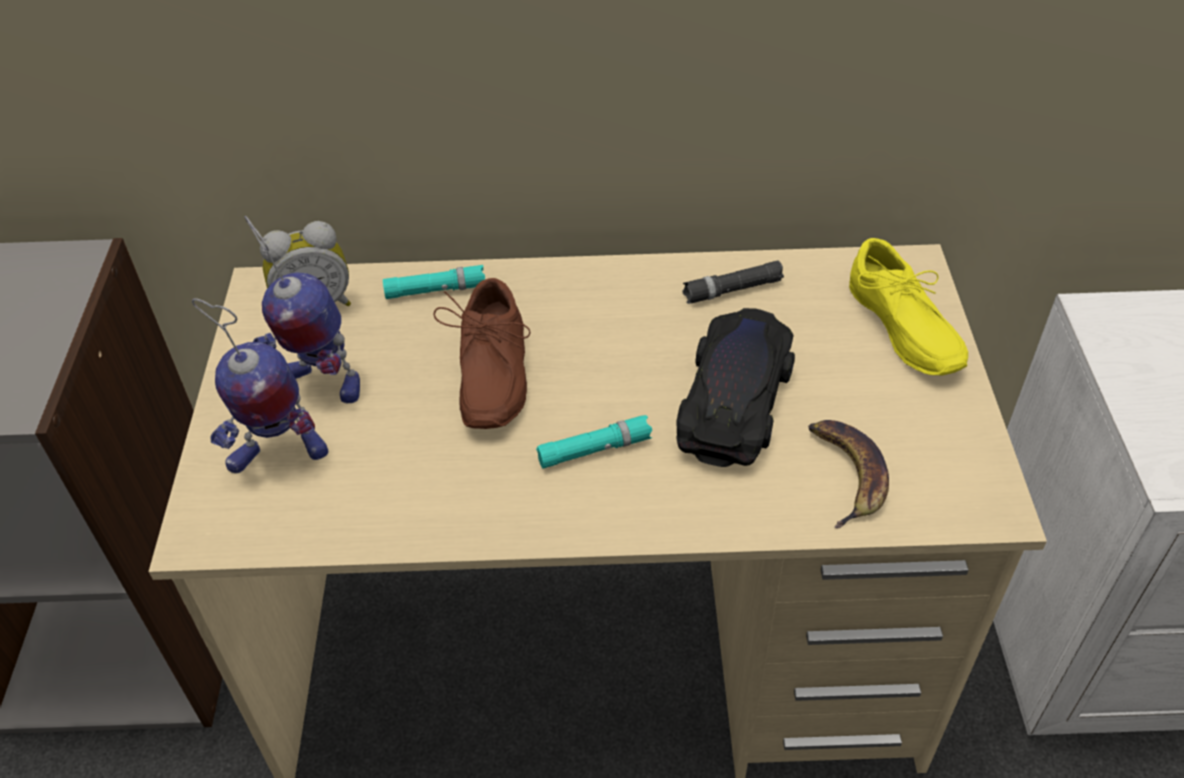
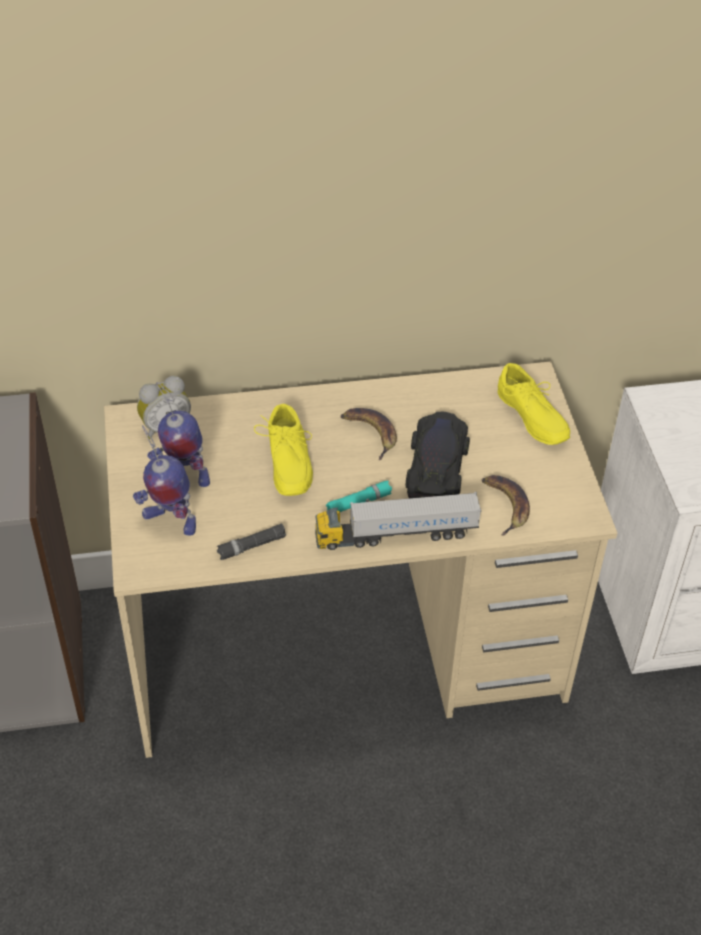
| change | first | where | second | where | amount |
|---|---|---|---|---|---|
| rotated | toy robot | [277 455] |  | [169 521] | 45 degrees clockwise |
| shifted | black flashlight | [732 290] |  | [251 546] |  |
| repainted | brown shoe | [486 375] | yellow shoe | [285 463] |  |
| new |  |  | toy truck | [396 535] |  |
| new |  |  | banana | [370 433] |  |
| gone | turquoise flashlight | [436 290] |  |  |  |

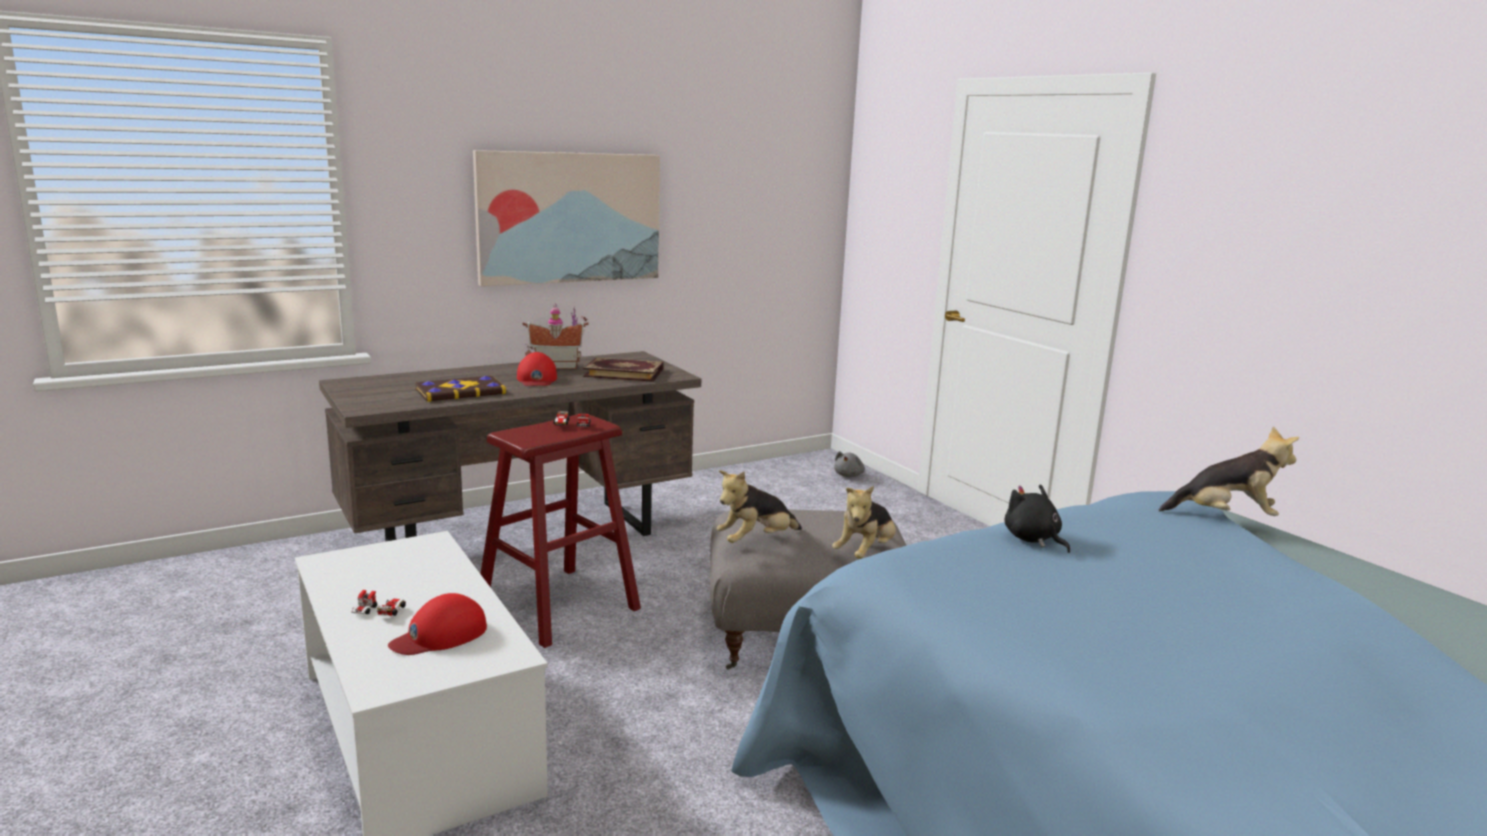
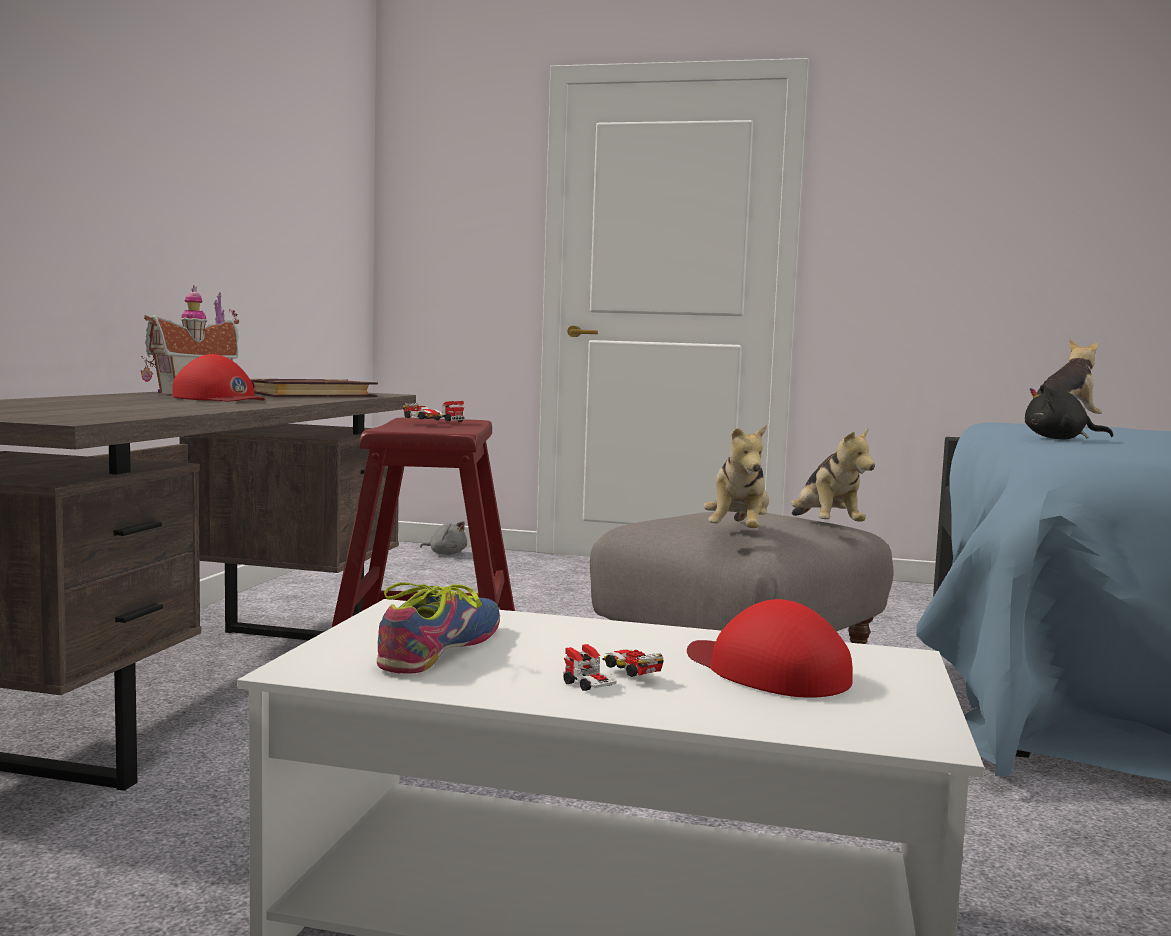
| change | first | where | second | where | amount |
|---|---|---|---|---|---|
| new |  |  | shoe | [440 648] |  |
| rotated | grey plush toy | [849 475] |  | [446 554] | 45 degrees counterclockwise |
| rotated | red cap | [440 635] |  | [767 671] | 135 degrees clockwise |
| gone | book | [460 391] |  |  |  |
| gone | picture | [569 217] |  |  |  |

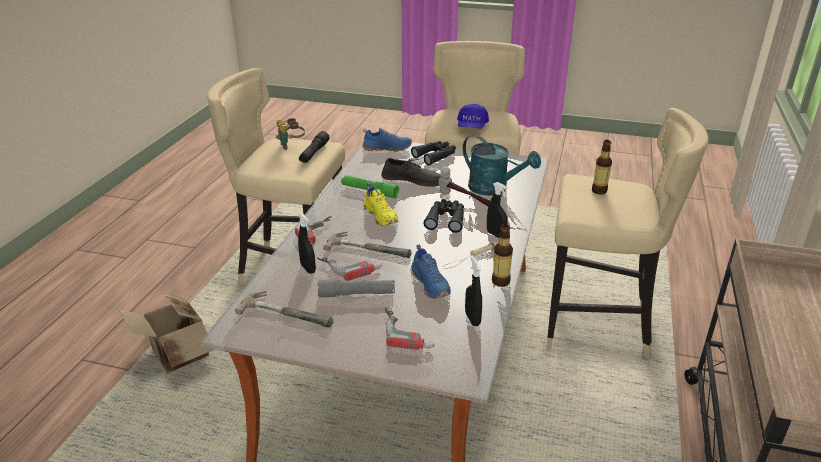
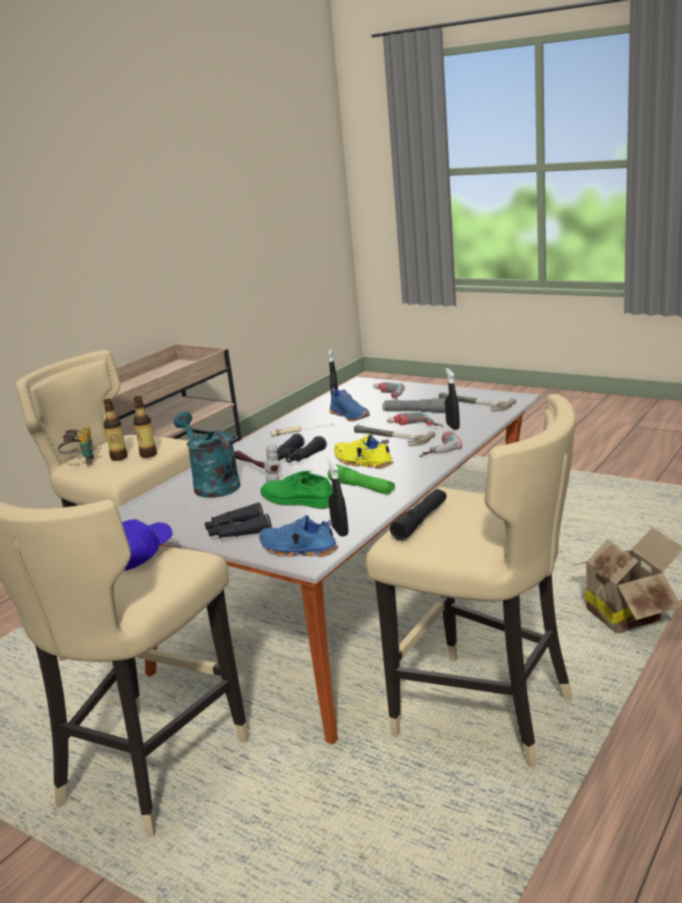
| change | first | where | second | where | amount |
|---|---|---|---|---|---|
| shifted | binoculars | [291 146] |  | [81 463] |  |
| shifted | bottle | [500 282] |  | [148 454] |  |
| repainted | grey shoe | [413 179] | green shoe | [297 500] |  |
| shifted | black spray bottle | [496 234] |  | [340 531] |  |
| rotated | blue shoe | [431 284] |  | [350 416] | 150 degrees clockwise |
| rotated | yellow shoe | [381 216] |  | [362 462] | 45 degrees counterclockwise |

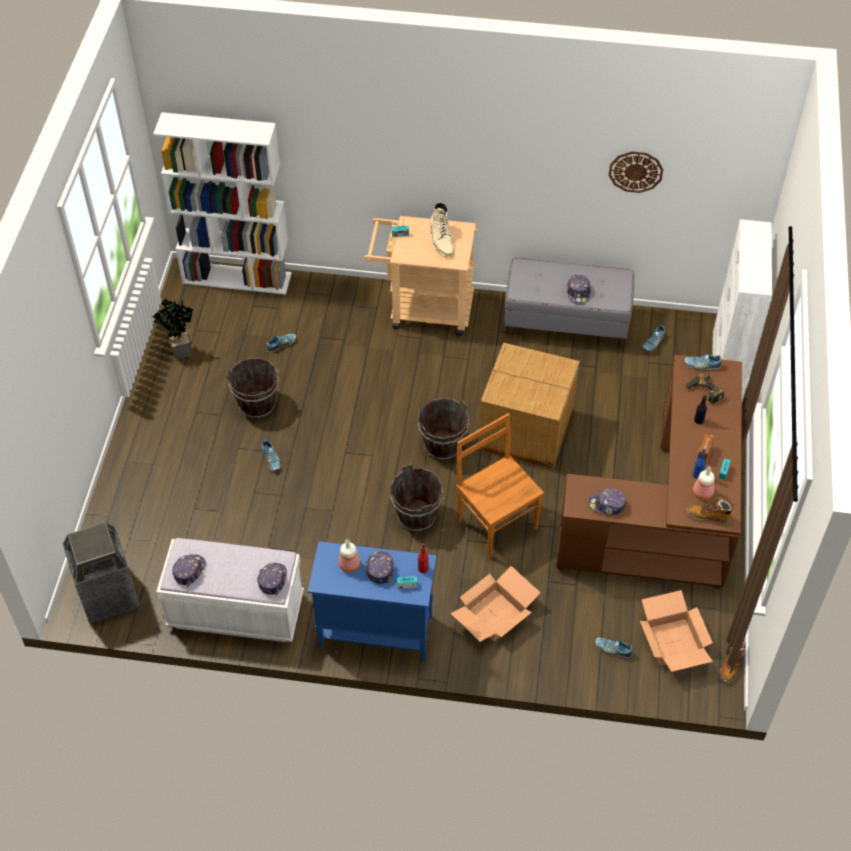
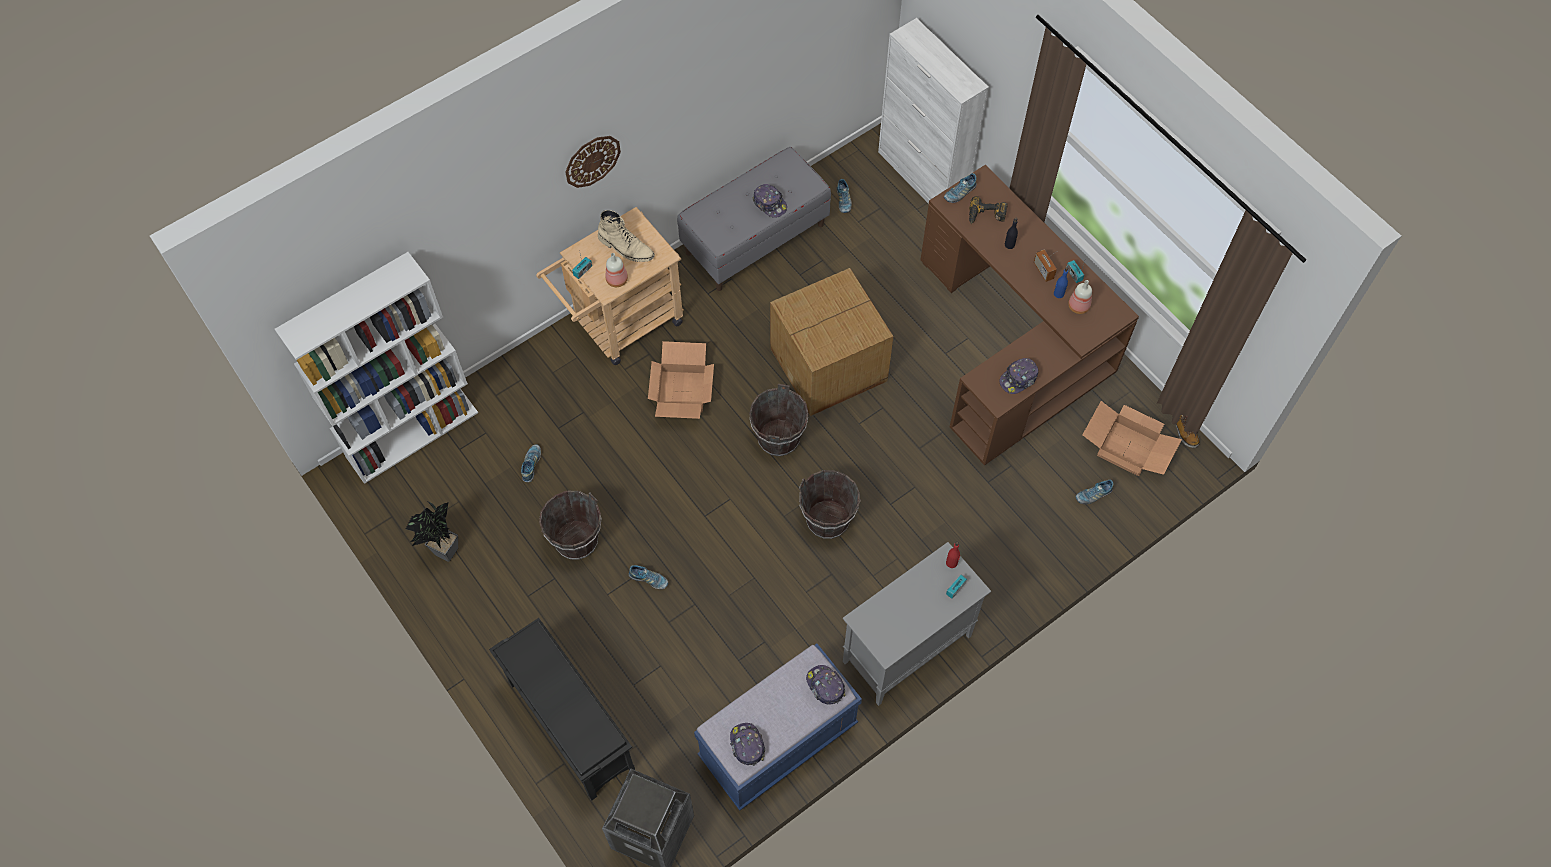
| change | first | where | second | where | amount |
|---|---|---|---|---|---|
| new |  |  | black shoe rack | [569 724] |  |
| shifted | wall clock | [635 171] |  | [592 161] |  |
| shifted | bottle | [349 564] |  | [616 279] |  |
| shifted | cardboard box | [494 616] |  | [683 392] |  |
| repainted | white bench | [236 612] | blue bench | [778 741] |  |
| repainted | blue cabinet | [374 631] | grey cabinet | [906 650] |  |
| gone | cap | [380 569] |  |  |  |
| gone | brown chair | [496 523] |  |  |  |
| gone | boot | [708 516] |  |  |  |

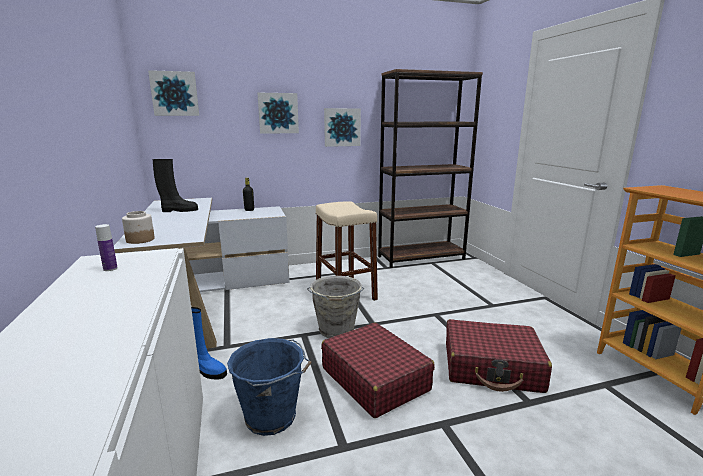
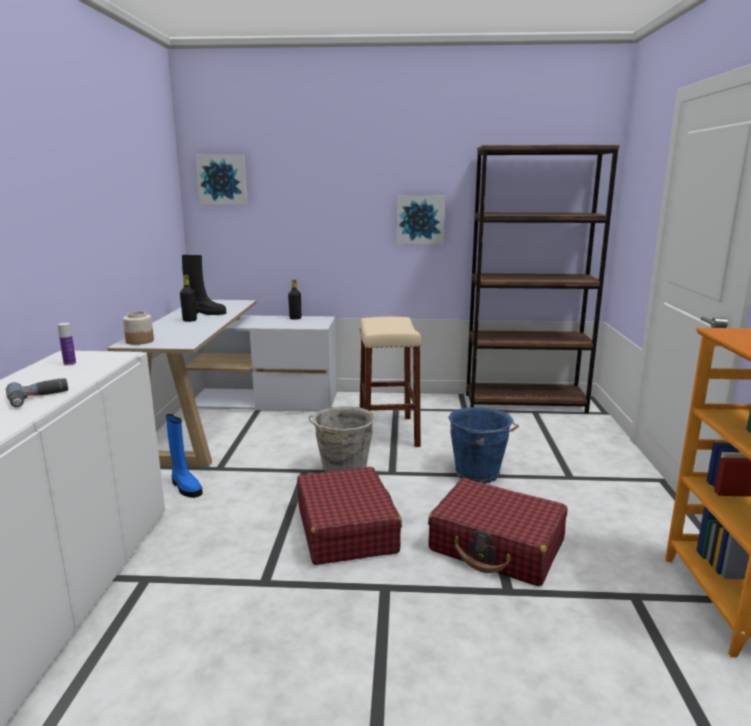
| change | first | where | second | where | amount |
|---|---|---|---|---|---|
| new |  |  | power drill | [39 398] |  |
| new |  |  | black bottle | [190 320] |  |
| shifted | blue bucket | [272 417] |  | [479 474] |  |
| gone | picture | [278 113] |  |  |  |

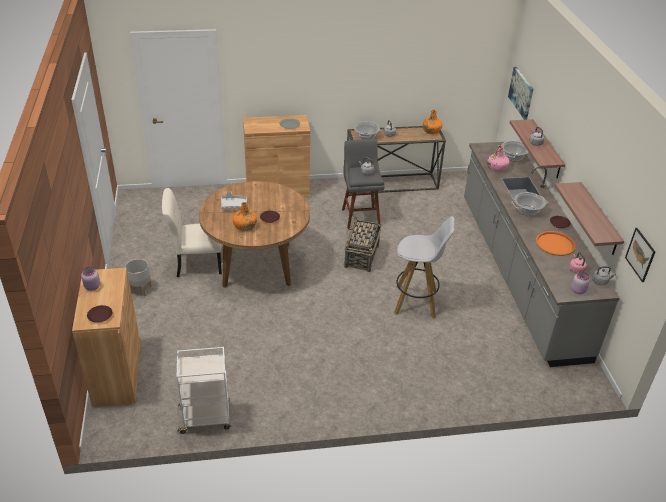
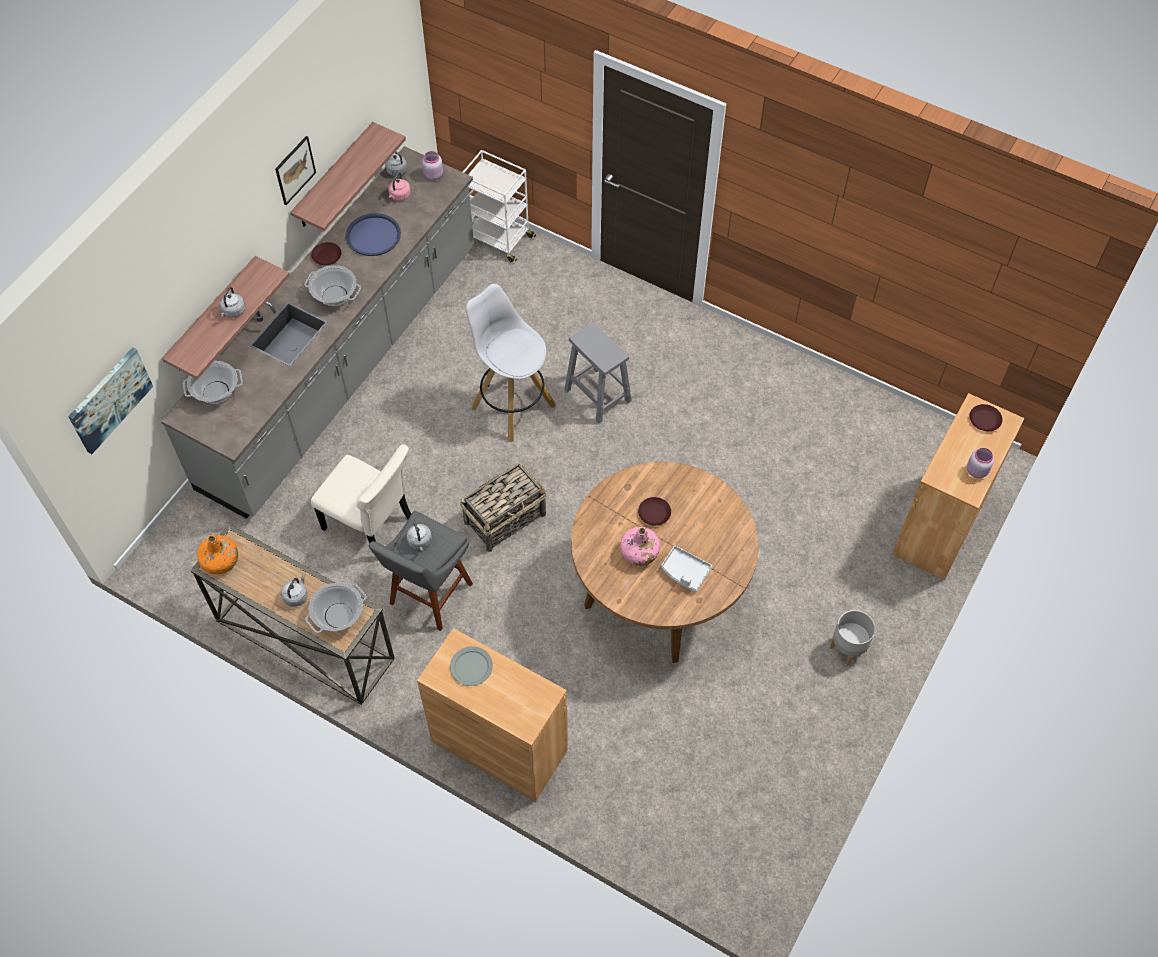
| change | first | where | second | where | amount |
|---|---|---|---|---|---|
| shifted | picture | [640 254] |  | [295 170] |  |
| shifted | beige chair | [196 264] |  | [370 525] |  |
| repainted | orange tray | [555 244] | blue tray | [373 235] |  |
| shifted | white cart | [206 417] |  | [498 238] |  |
| new |  |  | grey stool | [598 396] |  |
| shifted | pink bottle | [496 168] |  | [639 553] |  |
| gone | orange bottle | [244 226] |  |  |  |

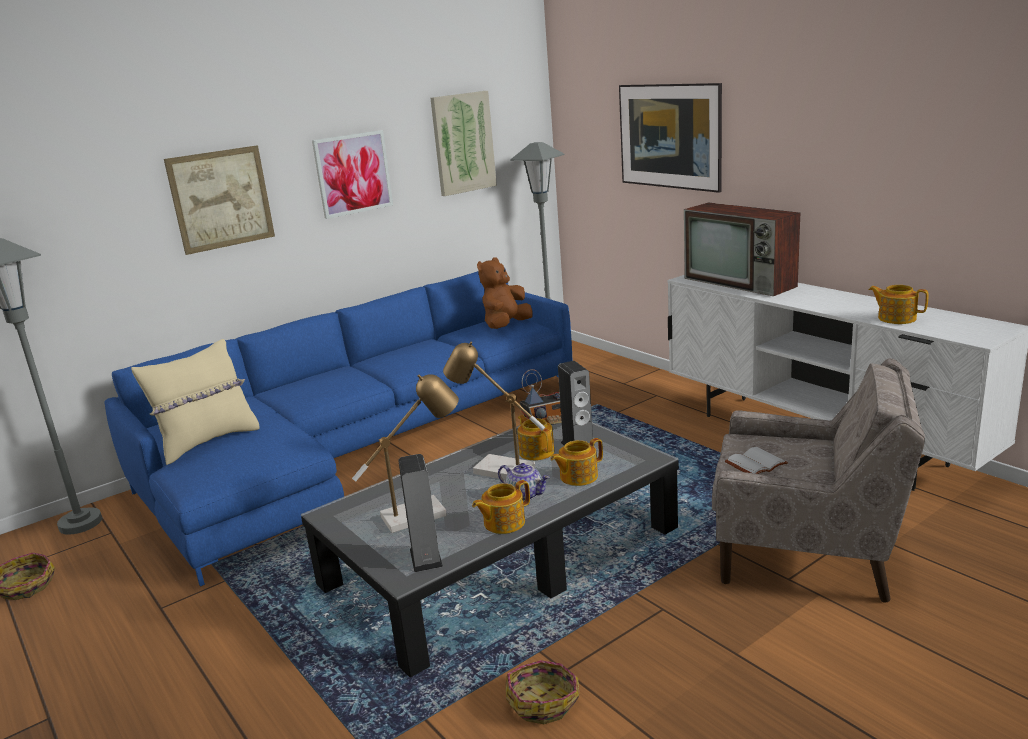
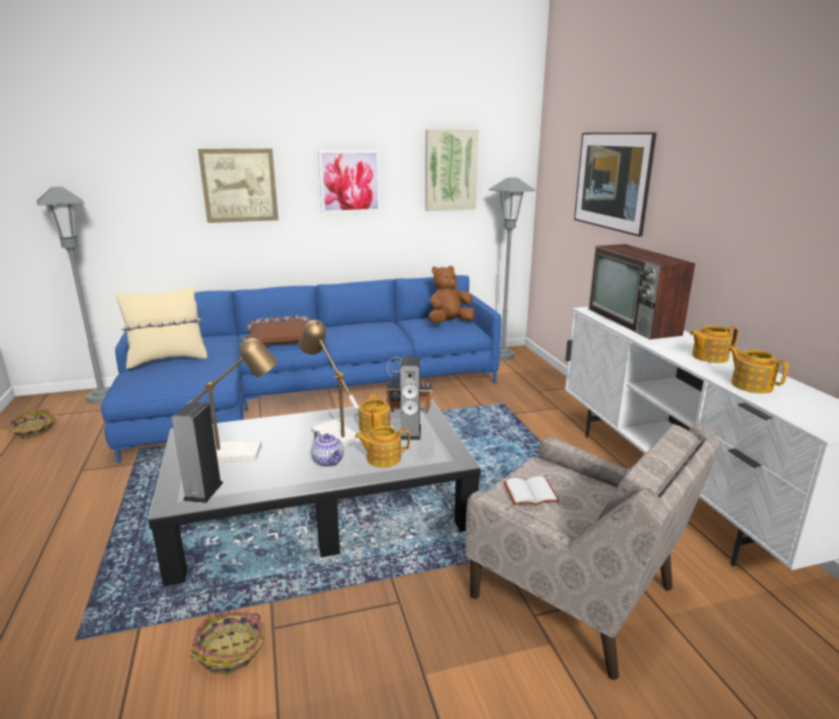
| change | first | where | second | where | amount |
|---|---|---|---|---|---|
| new |  |  | brown pillow | [281 338] |  |
| shifted | teapot | [503 523] |  | [708 357] |  |

